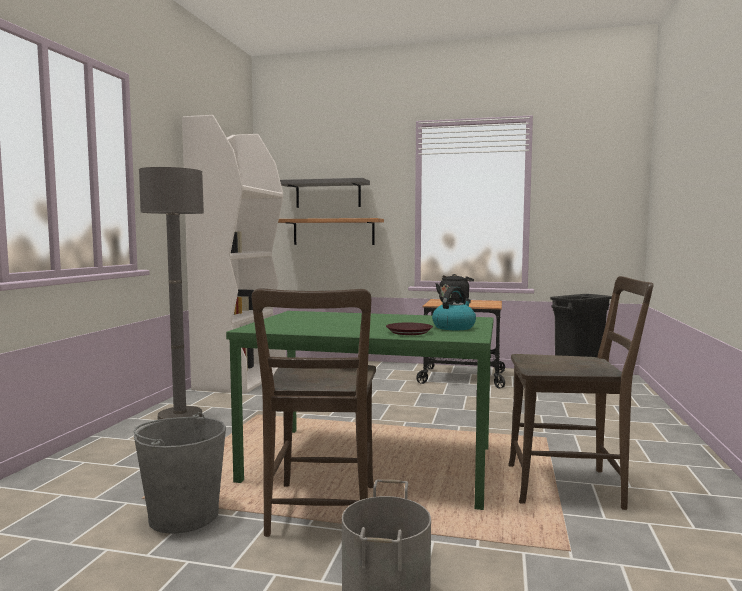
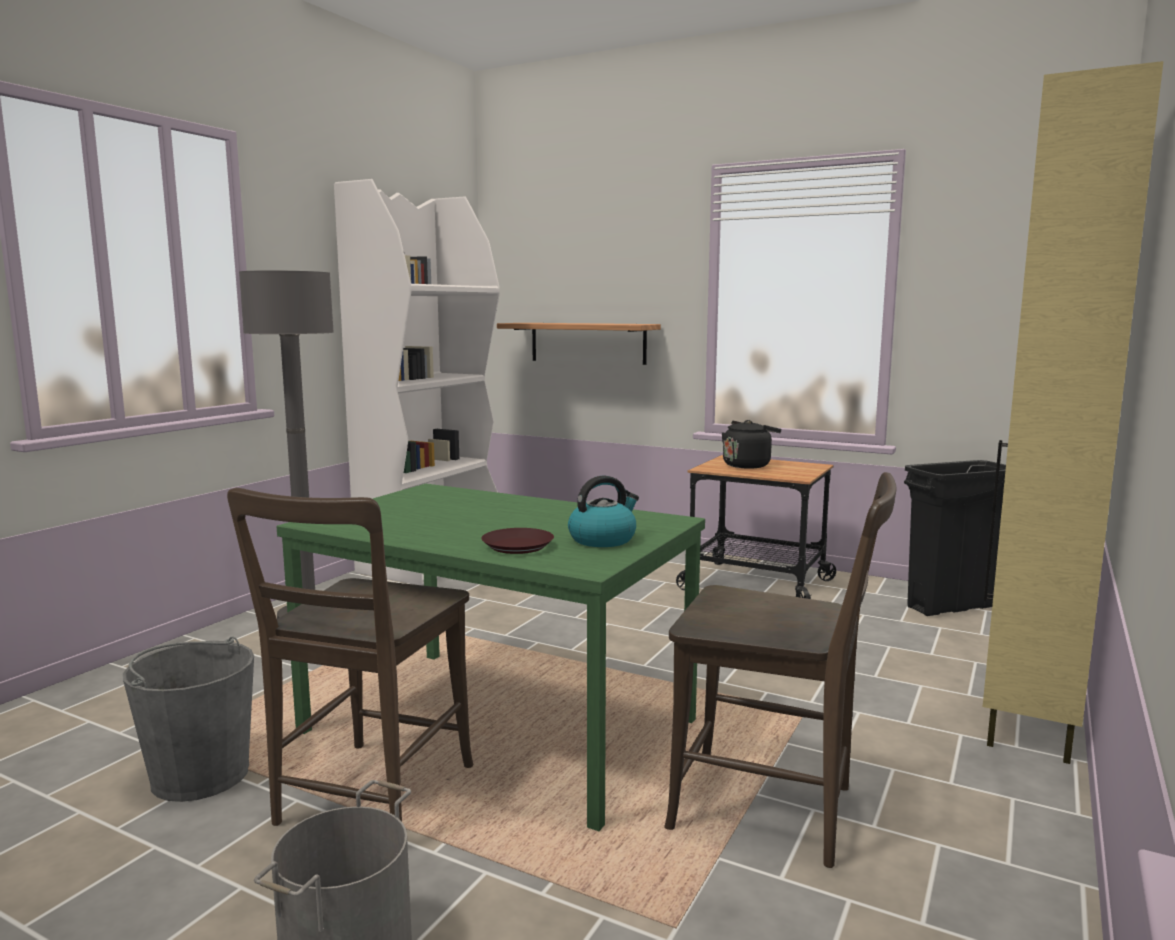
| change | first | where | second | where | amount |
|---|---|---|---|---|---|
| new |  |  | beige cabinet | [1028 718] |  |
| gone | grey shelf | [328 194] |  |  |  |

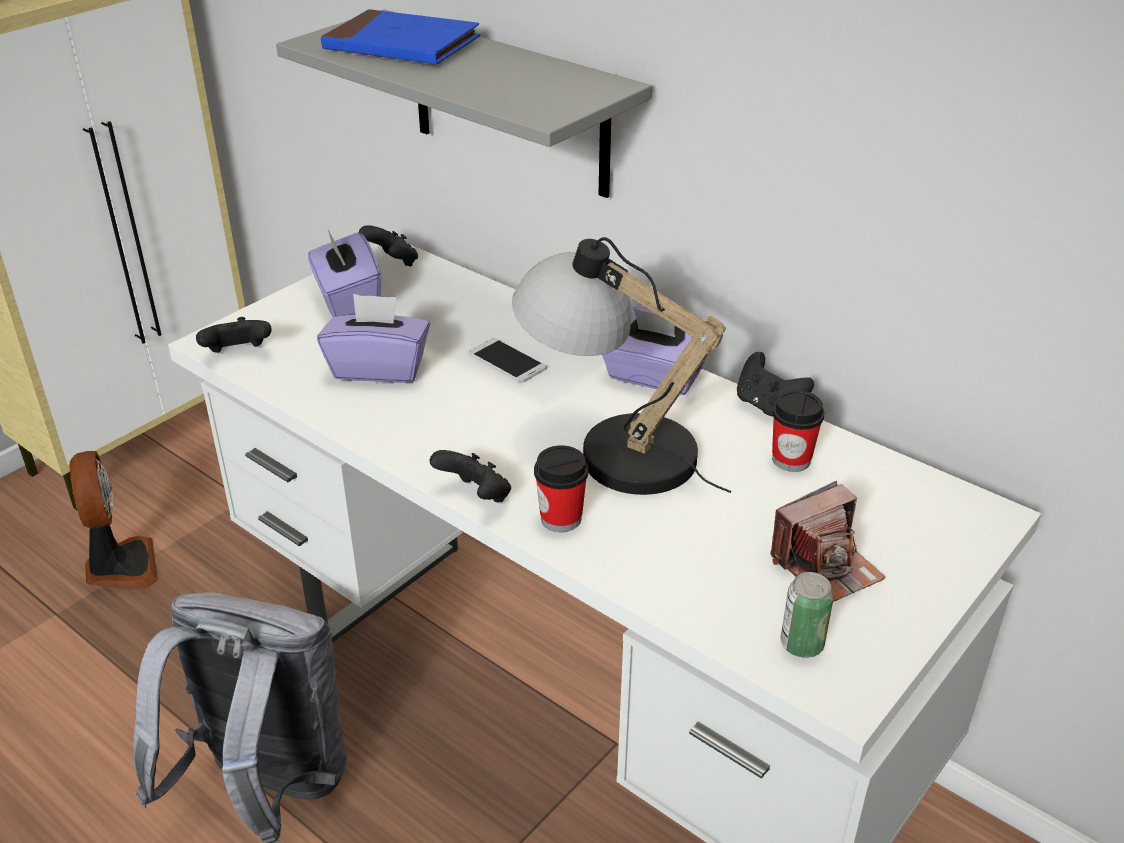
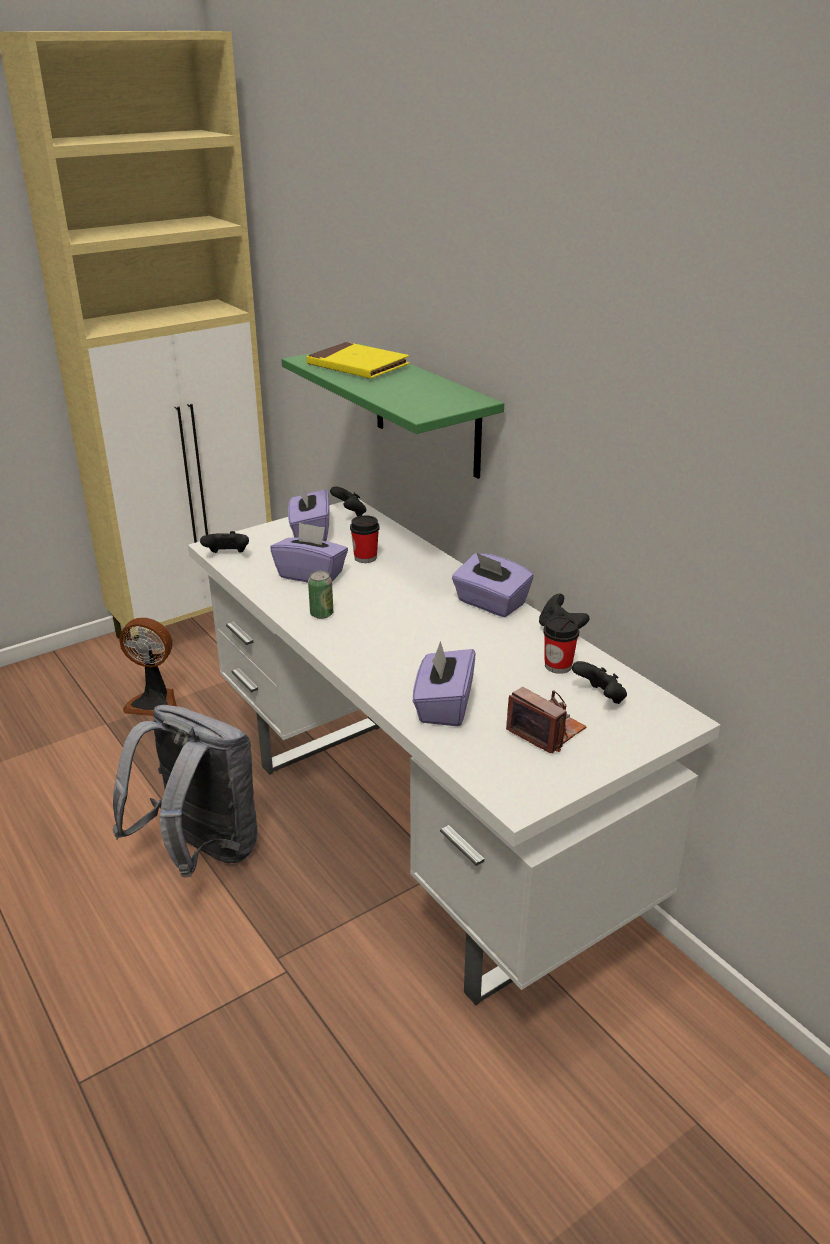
| change | first | where | second | where | amount |
|---|---|---|---|---|---|
| rotated | fan | [120 567] |  | [154 702] | 105 degrees clockwise |
| repainted | grey shelf | [509 104] | green shelf | [427 411] |  |
| repainted | blue book | [401 46] | yellow book | [358 366] |  |
| shifted | can | [801 644] |  | [321 614] |  |
| shifted | cup | [561 518] |  | [365 558] |  |
| new |  |  | purple tissue box | [443 706] |  |
| rotated | photo camera | [825 567] |  | [546 731] | 120 degrees counterclockwise |
| shifted | black game controller | [475 497] |  | [600 698] |  |
| gone | phone | [507 361] |  |  |  |
| gone | table lamp | [610 448] |  |  |  |

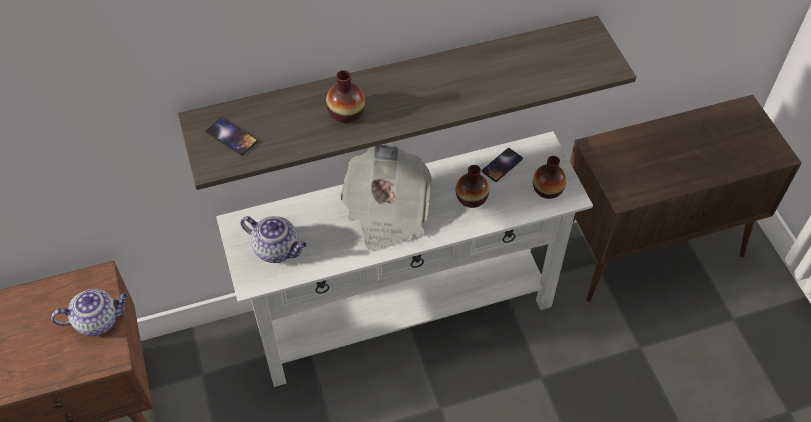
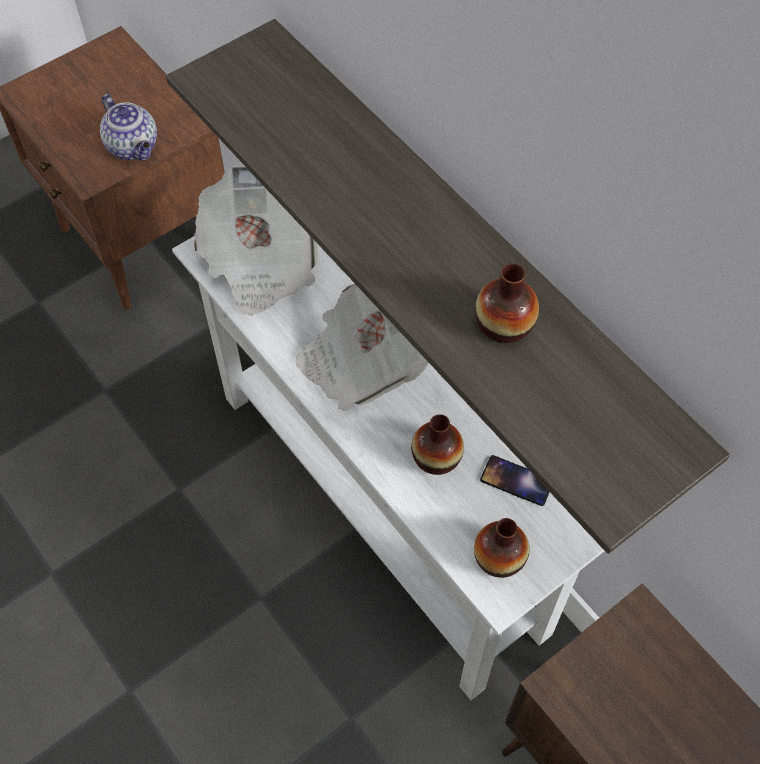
| change | first | where | second | where | amount |
|---|---|---|---|---|---|
| swapped | teapot | [277 249] | newspaper | [260 261] |  |
| shifted | vase | [346 112] |  | [504 324] |  |
| gone | phone | [232 136] |  |  |  |

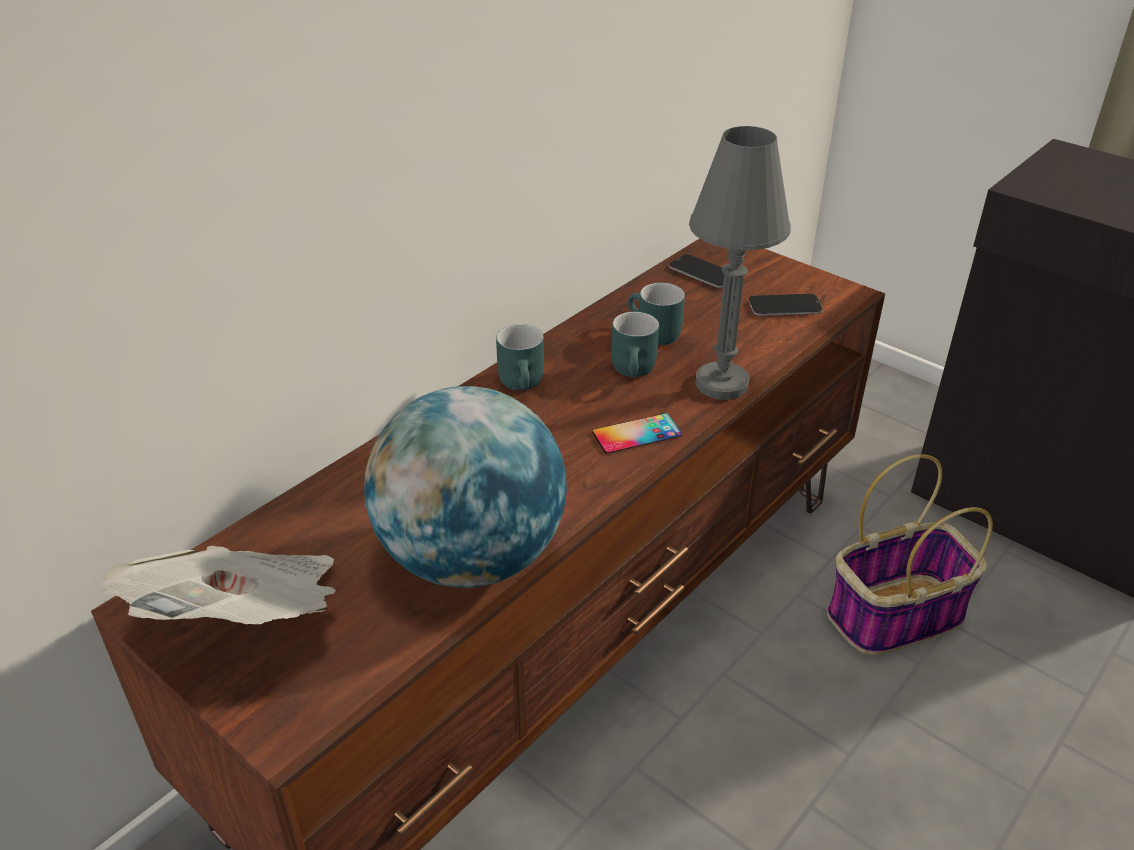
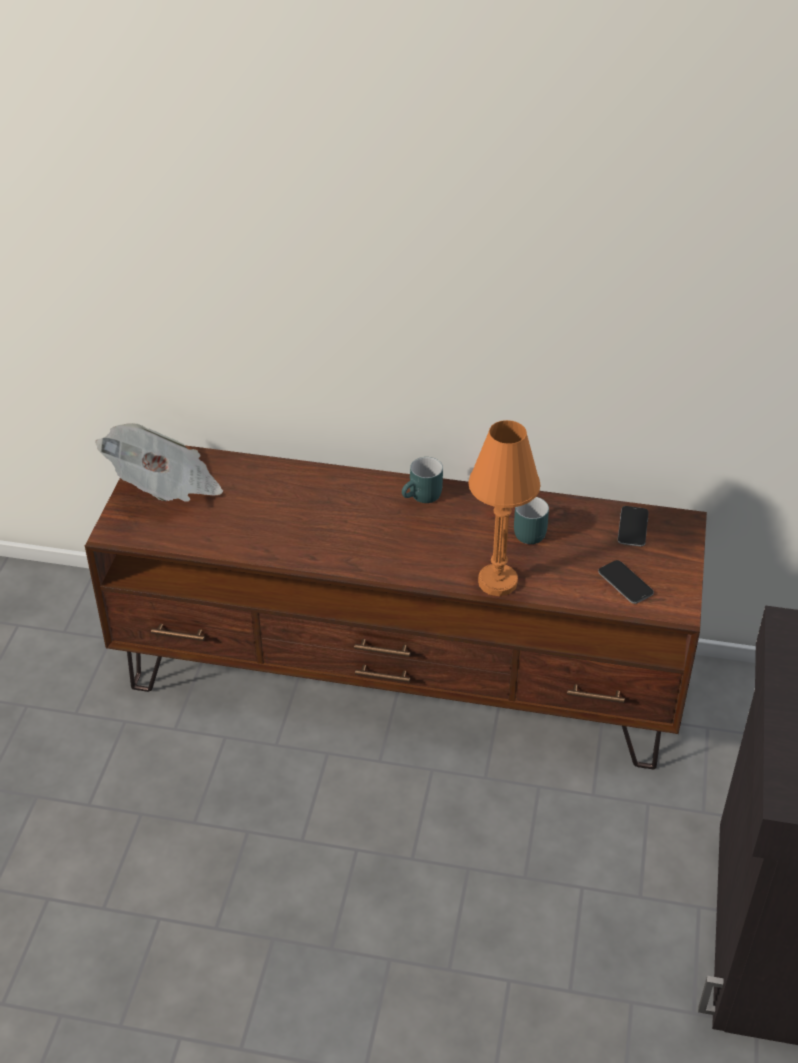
| change | first | where | second | where | amount |
|---|---|---|---|---|---|
| repainted | grey table lamp | [721 384] | orange table lamp | [497 582] |  |
| gone | globe | [471 557] |  |  |  |
| gone | phone | [636 434] |  |  |  |
| gone | turquoise mug | [636 371] |  |  |  |
| gone | basket | [894 617] |  |  |  |

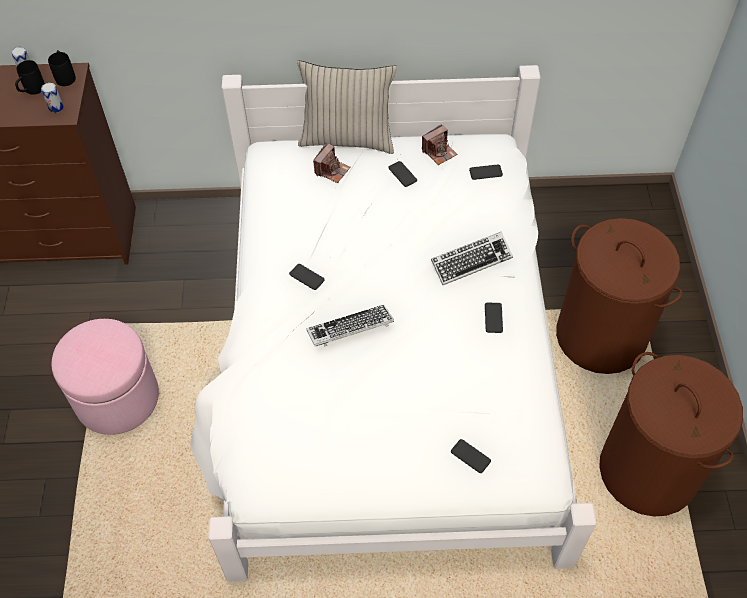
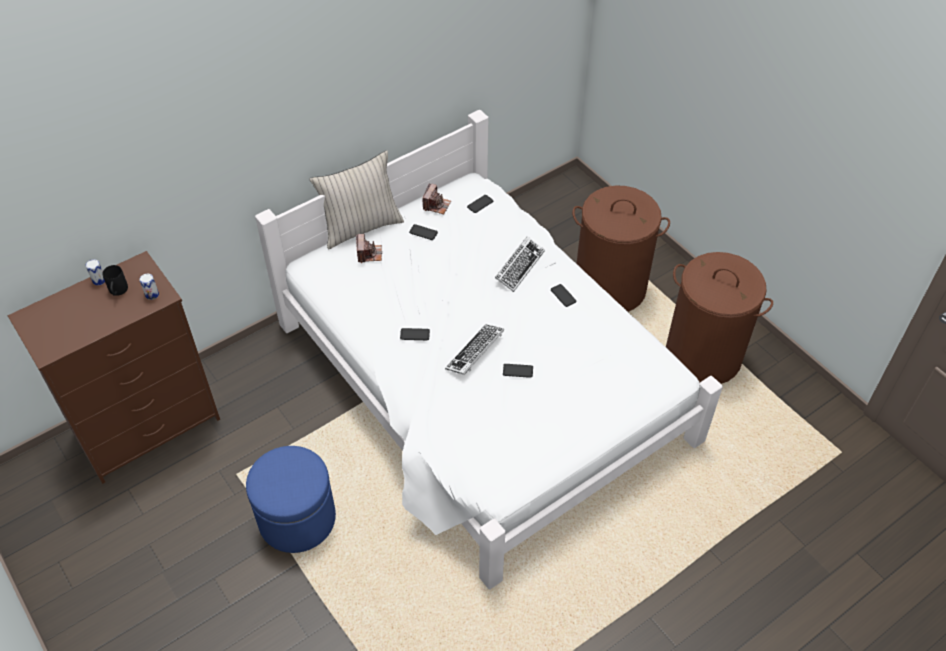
| change | first | where | second | where | amount |
|---|---|---|---|---|---|
| repainted | pink ottoman | [117 398] | blue ottoman | [297 519] |  |
| shifted | phone | [470 456] |  | [518 371] |  |
| gone | black mug | [65 76] |  |  |  |

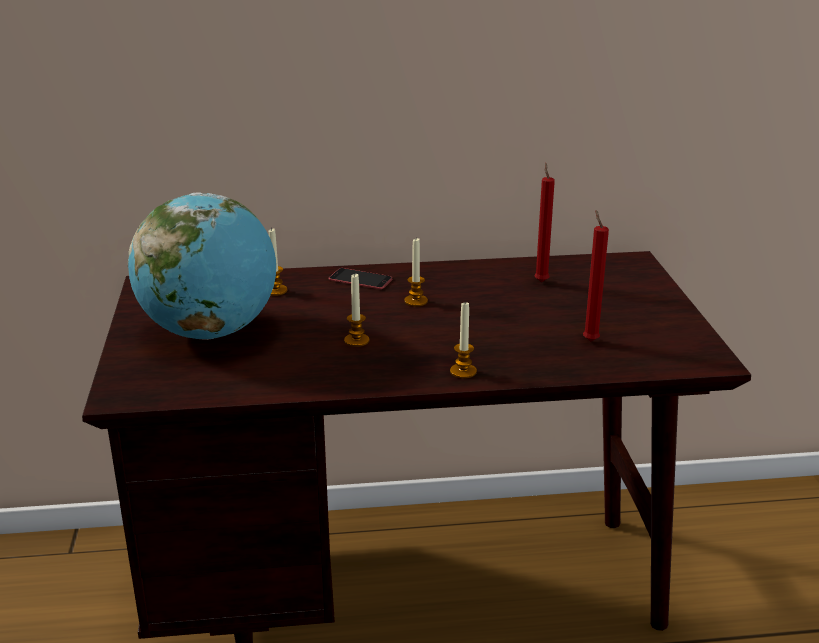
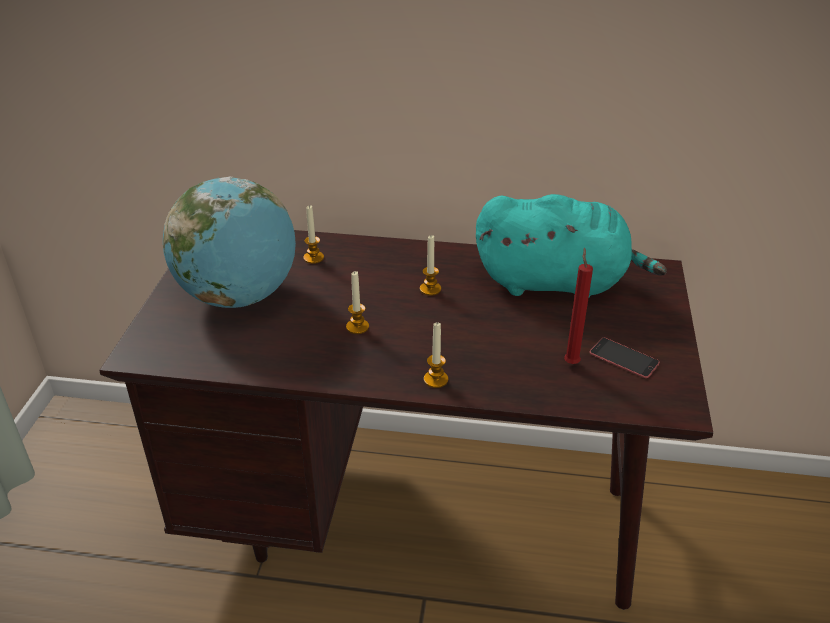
| change | first | where | second | where | amount |
|---|---|---|---|---|---|
| swapped | red candle | [541 281] | turquoise plush toy | [557 282] |  |
| shifted | phone | [360 279] |  | [624 358] |  |

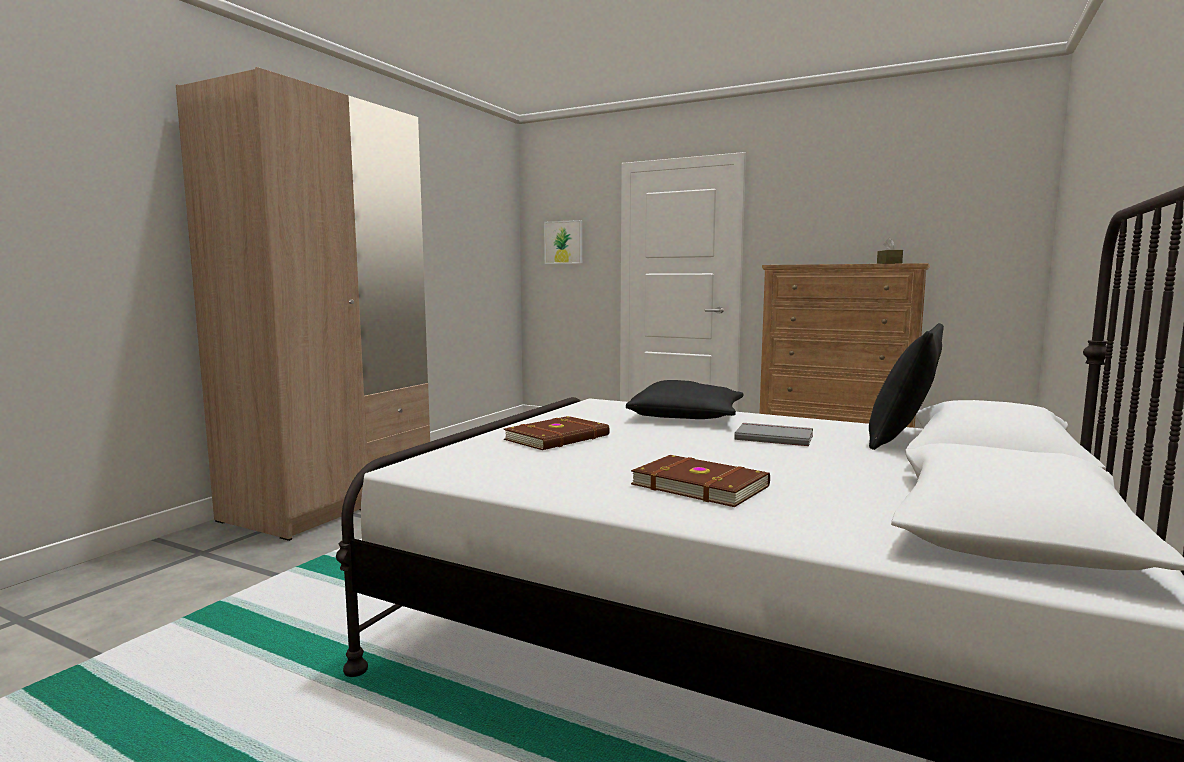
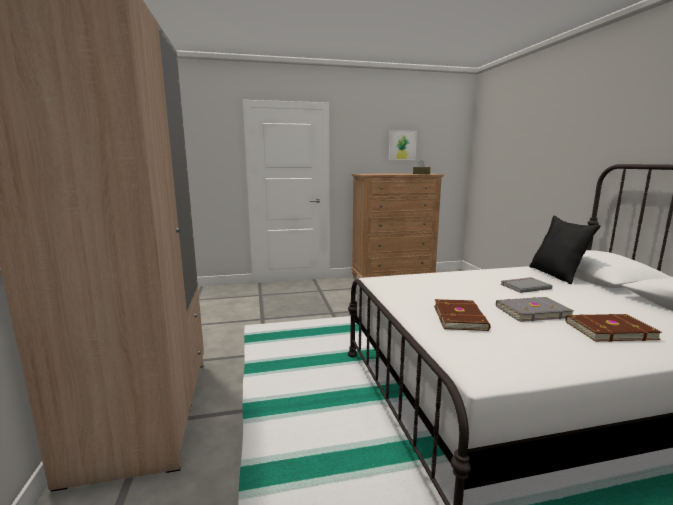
| change | first | where | second | where | amount |
|---|---|---|---|---|---|
| shifted | picture | [563 242] |  | [402 145] |  |
| new |  |  | grey book | [531 311] |  |
| gone | black pillow | [687 416] |  |  |  |

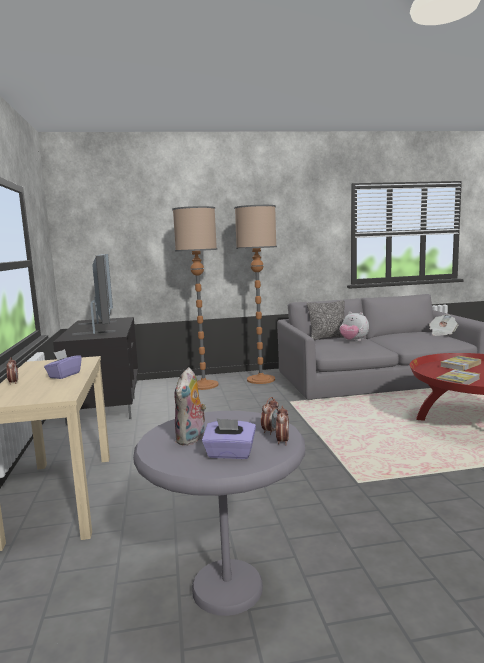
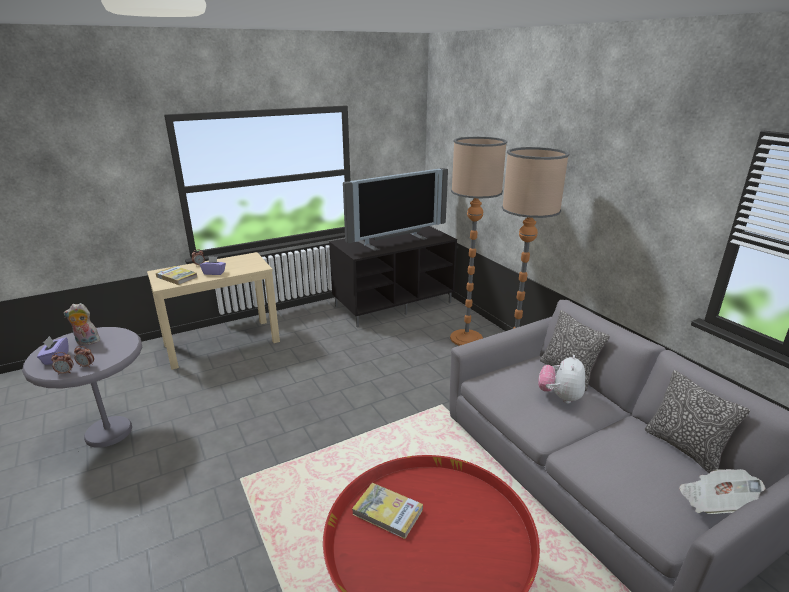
| change | first | where | second | where | amount |
|---|---|---|---|---|---|
| shifted | book | [460 365] |  | [177 277] |  |
| new |  |  | pillow | [684 448] |  |

